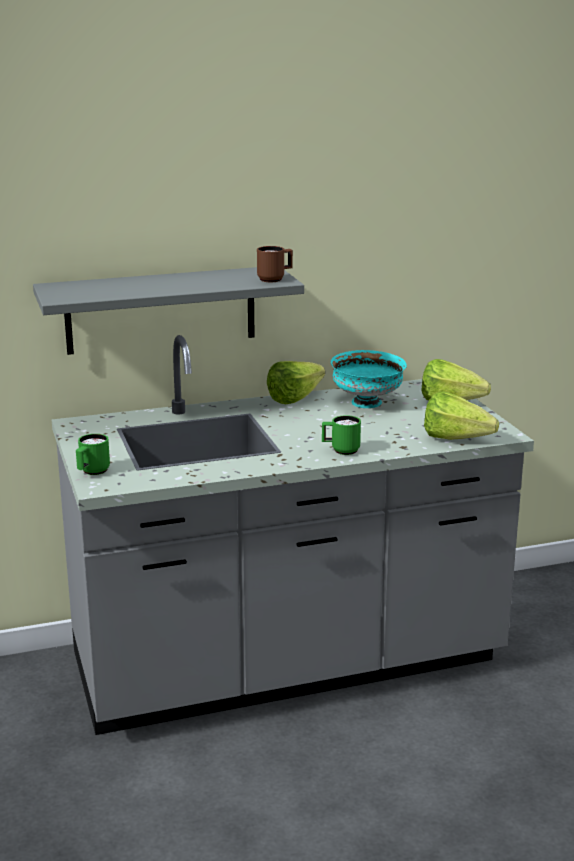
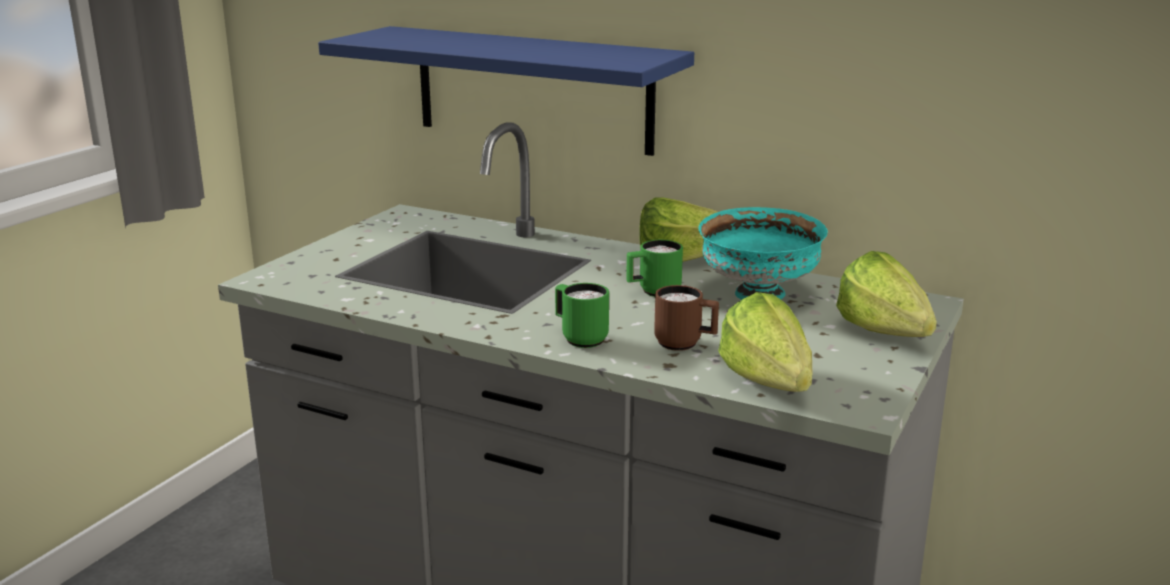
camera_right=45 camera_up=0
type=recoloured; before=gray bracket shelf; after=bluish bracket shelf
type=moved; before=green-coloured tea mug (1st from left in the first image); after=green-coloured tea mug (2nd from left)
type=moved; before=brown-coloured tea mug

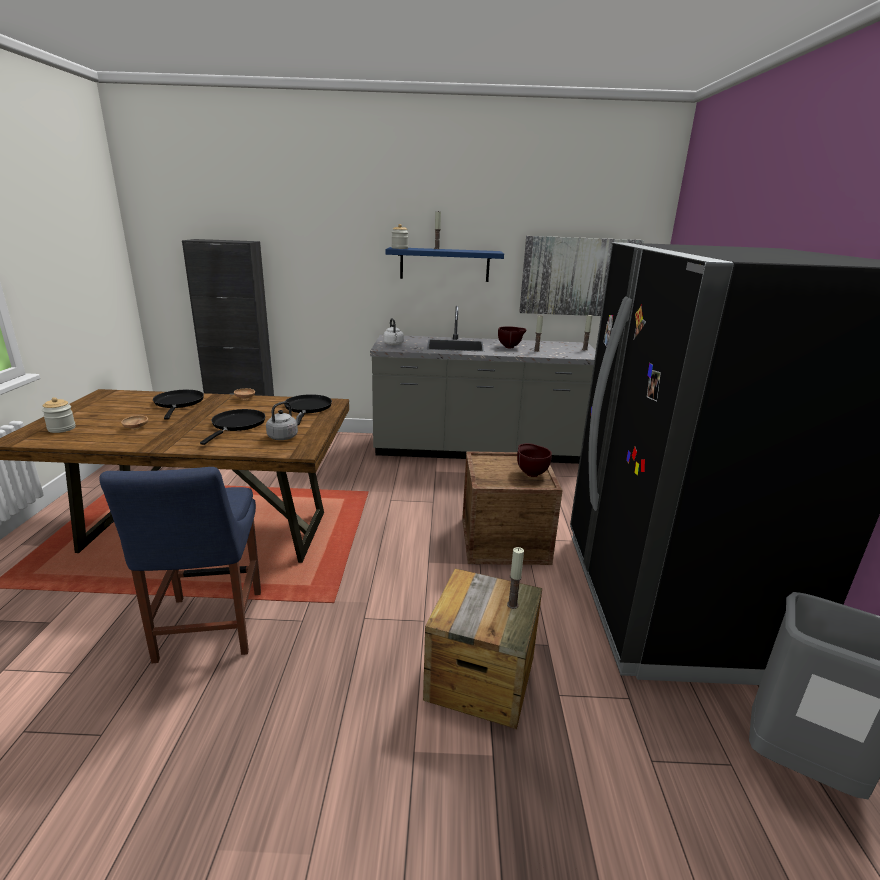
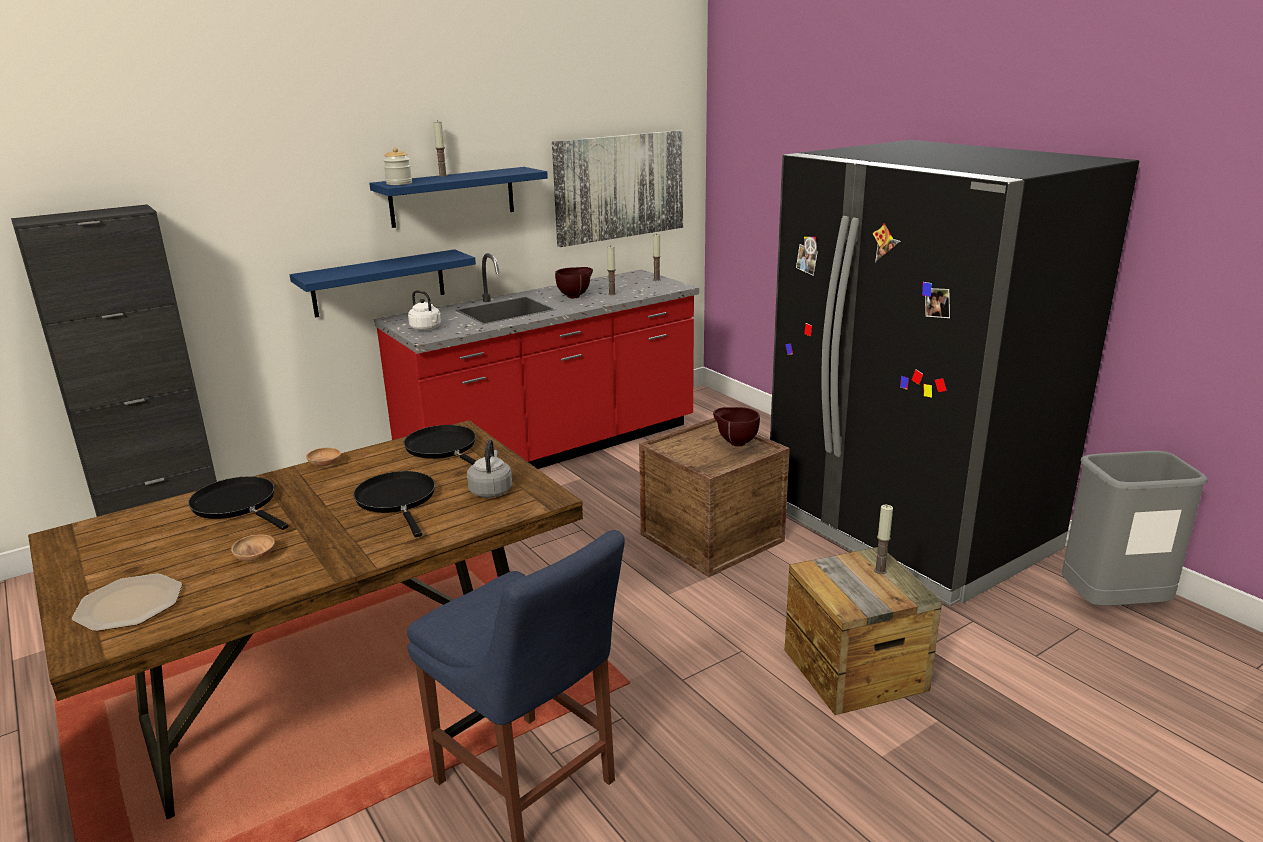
camera_right=-35 camera_up=0
type=replaced; before=storage jar (1st from left); after=plate
type=recoloured; before=gray counter; after=red-coloured counter
type=added; after=bluish bracket shelf (1st from left)

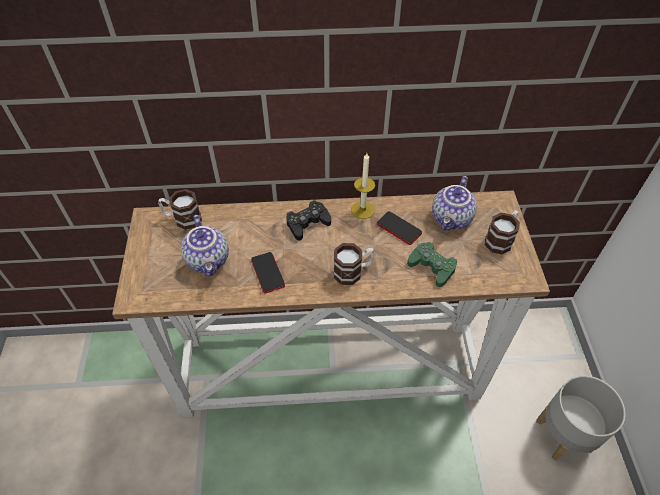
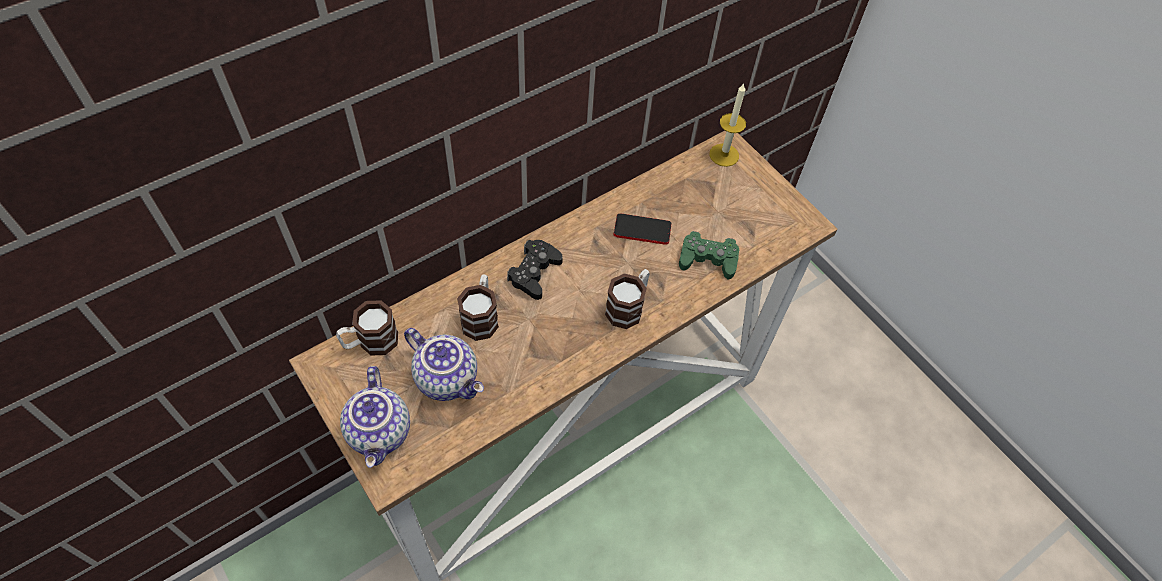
camera_right=-35 camera_up=5
type=removed; before=phone (1st from left)
type=moved; before=candle
type=moved; before=teapot (2nd from left in the first image); after=teapot (1st from left)
type=moved; before=tea mug (3rd from left in the first image); after=tea mug (2nd from left)
type=removed; before=gray plant pot

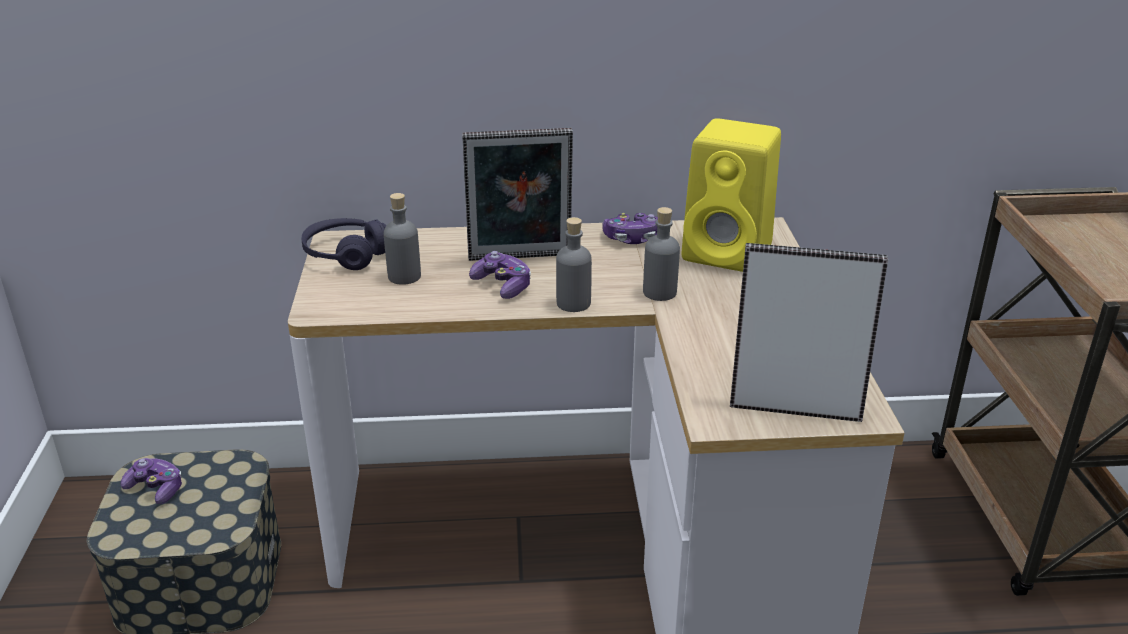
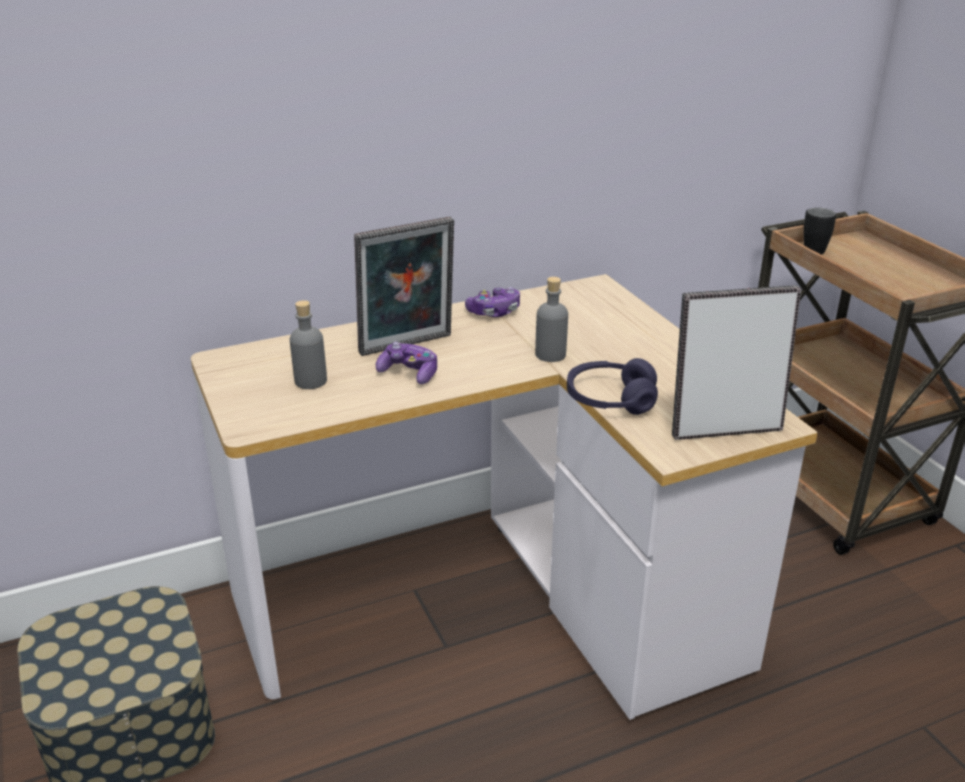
camera_right=-20 camera_up=0
type=removed; before=game controller (1st from left)
type=moved; before=purplish headphones
type=removed; before=gray bottle (2nd from left)
type=removed; before=yellow speaker
type=added; after=black-coloured tea mug

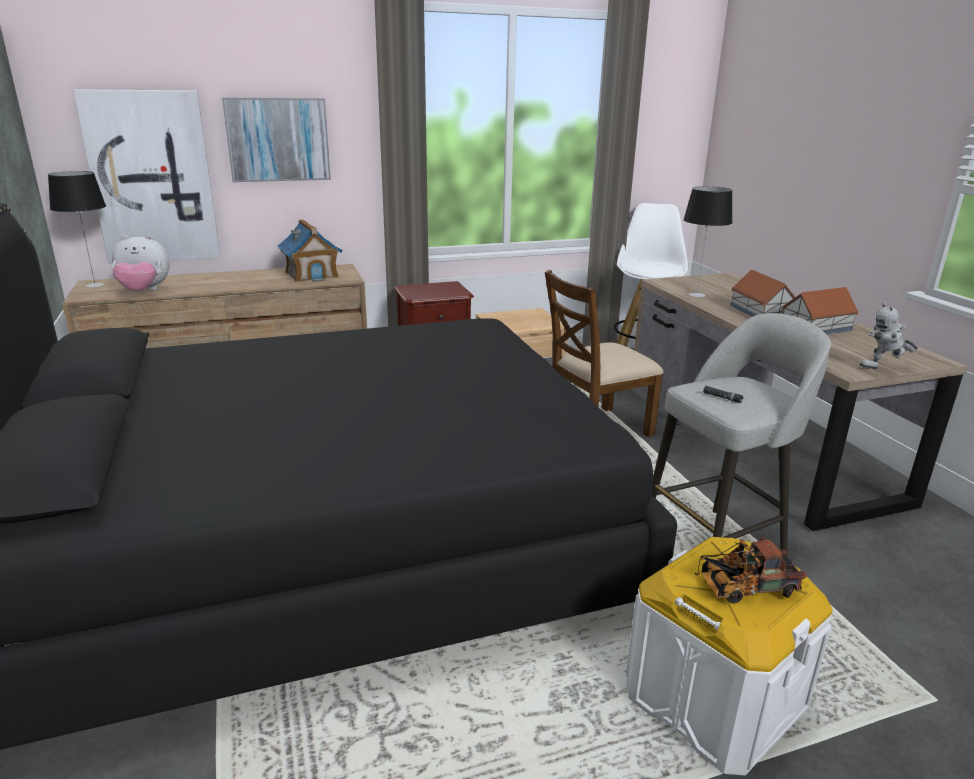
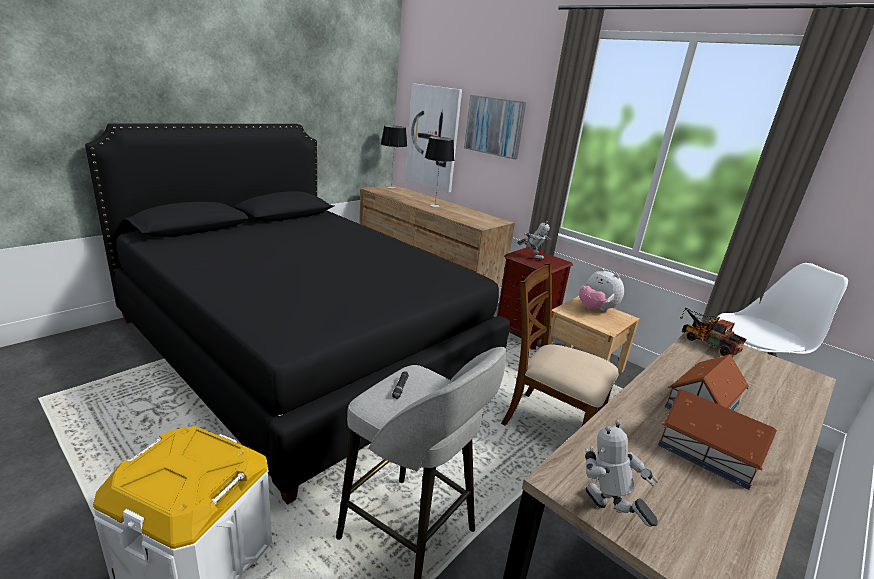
camera_right=60 camera_up=0
type=moved; before=cuddly toy
type=removed; before=miniature house (1st from left)
type=moved; before=lamp for a table (2nd from left)
type=moved; before=model truck
type=added; after=robot figure (1st from left)

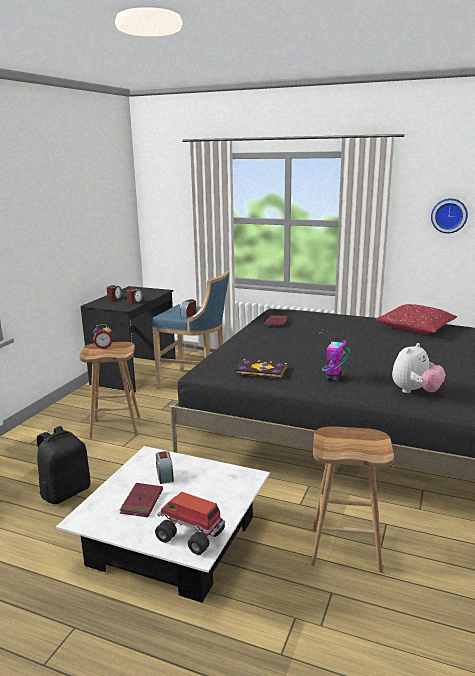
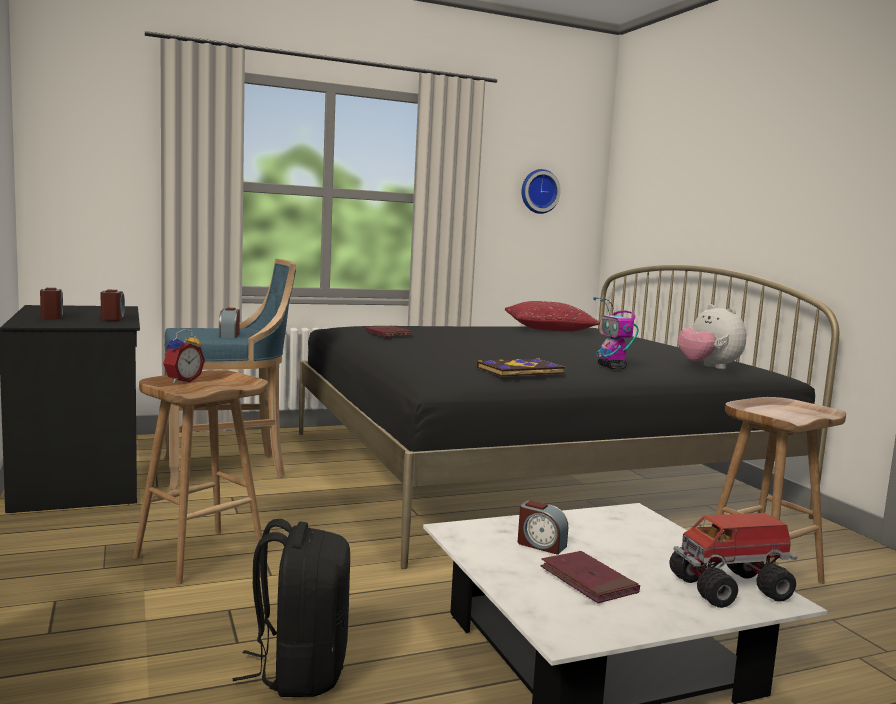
camera_right=-45 camera_up=-10
type=turned; before=cuddly toy; turn=150

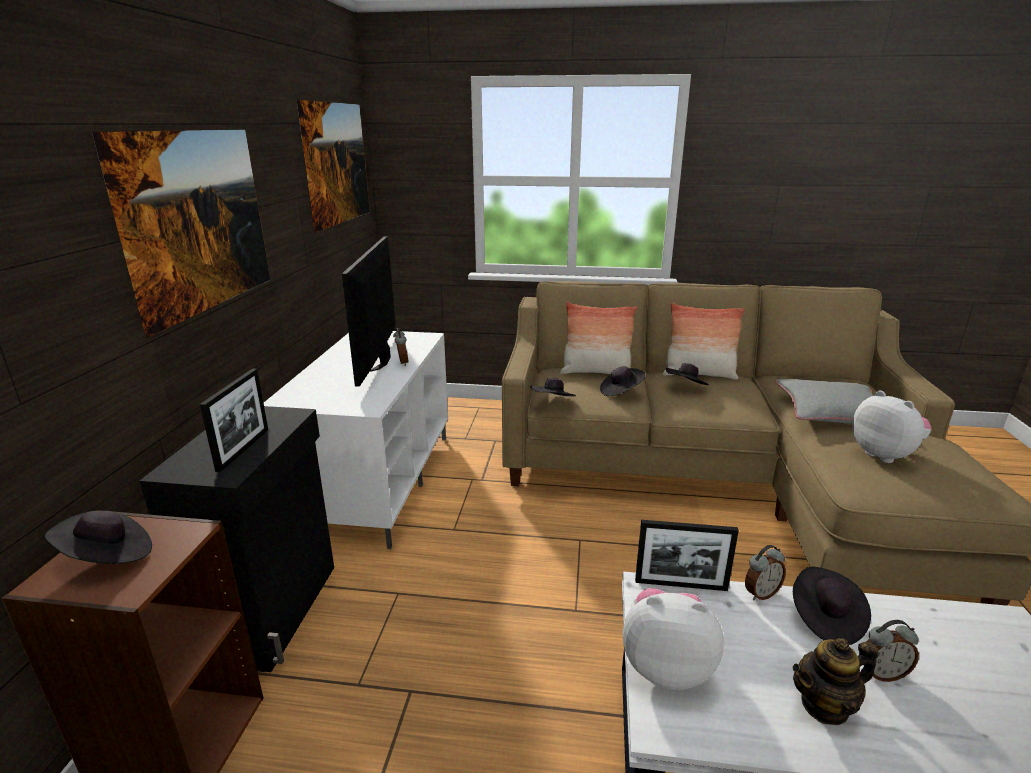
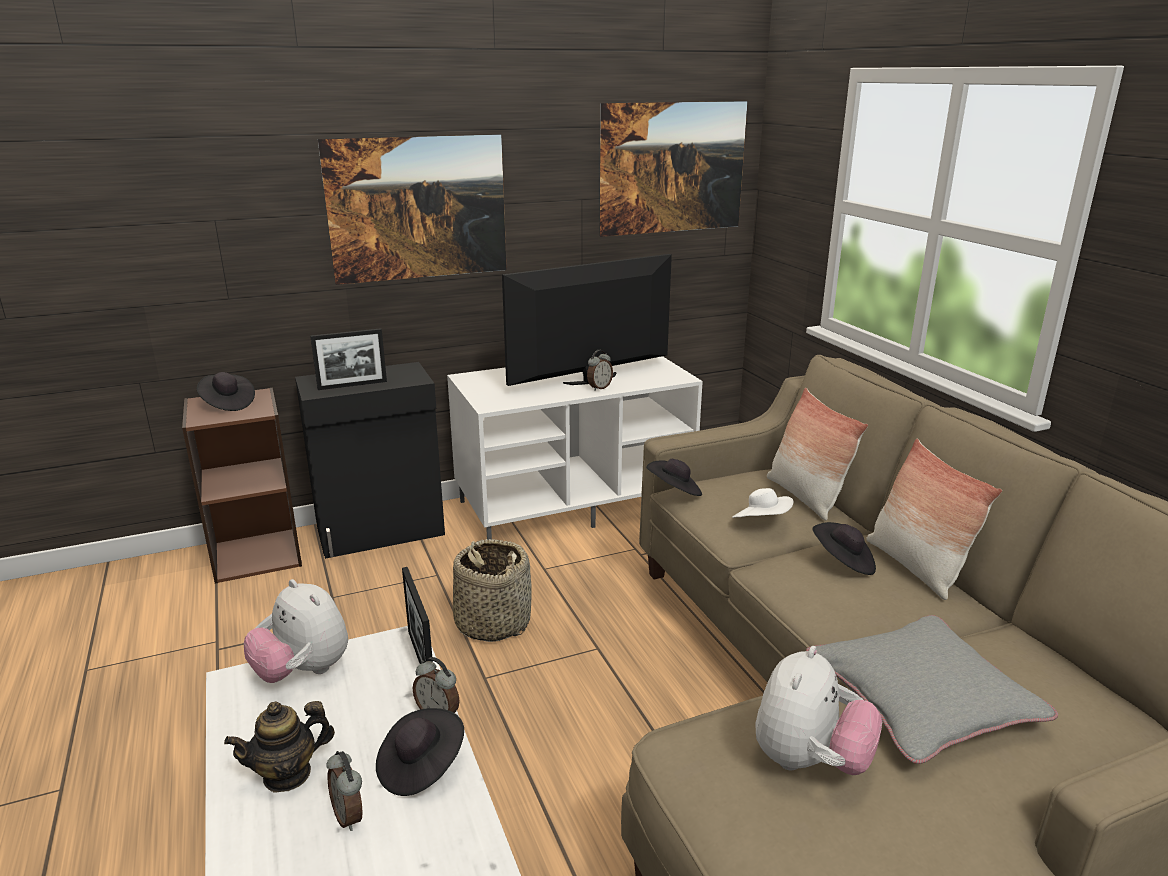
camera_right=60 camera_up=0
type=recoloured; before=black-coloured clothing hat (3rd from left); after=white clothing hat
type=turned; before=cuddly toy (1st from left); turn=150
type=turned; before=teapot; turn=-75
type=added; after=storage basket

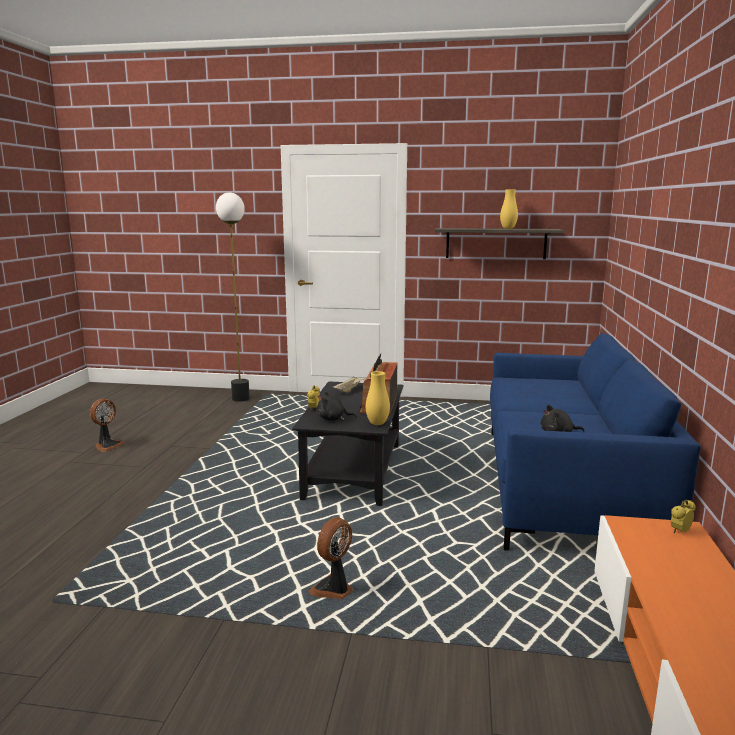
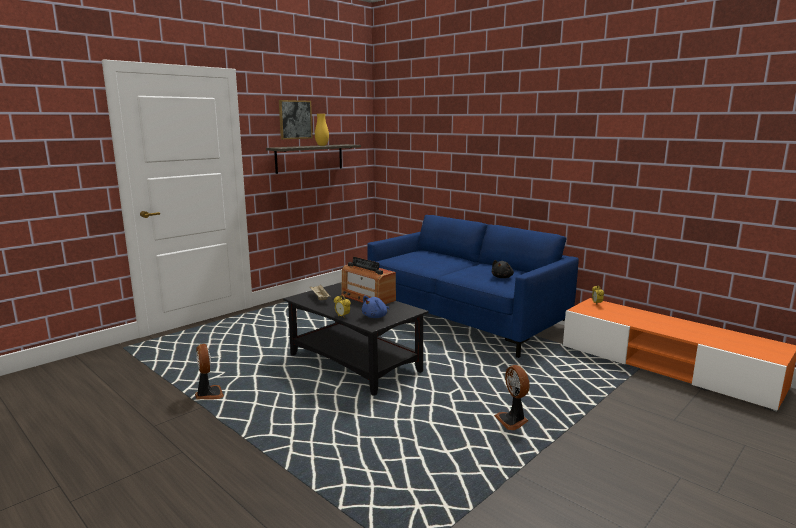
camera_right=-55 camera_up=0
type=moved; before=electric fan (1st from left)
type=removed; before=standard lamp
type=recoloured; before=black-coloured cuddly toy (1st from left); after=bluish cuddly toy
type=removed; before=yellow decorative vase (1st from left)
type=added; after=wall art

